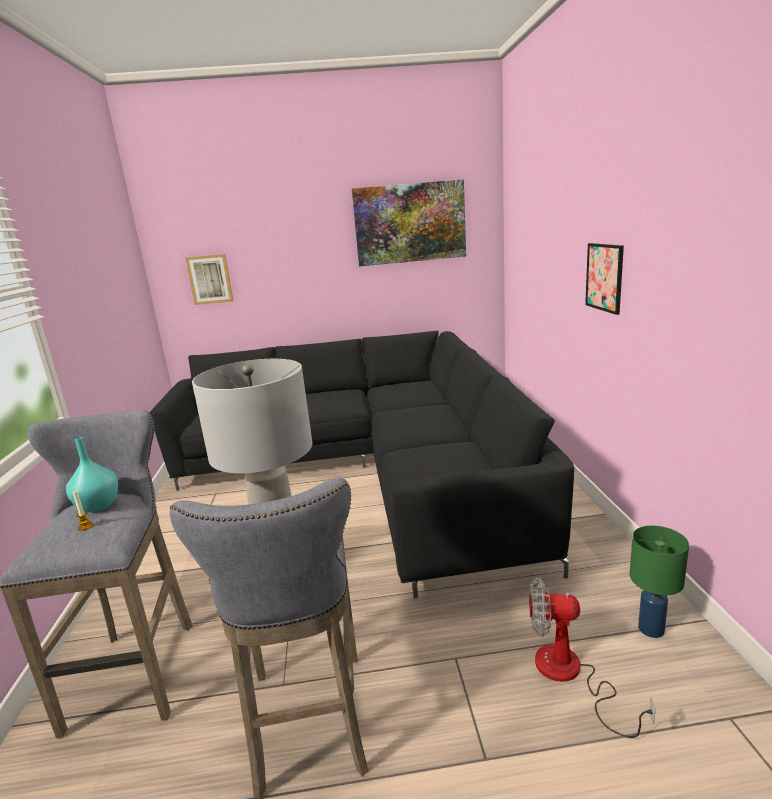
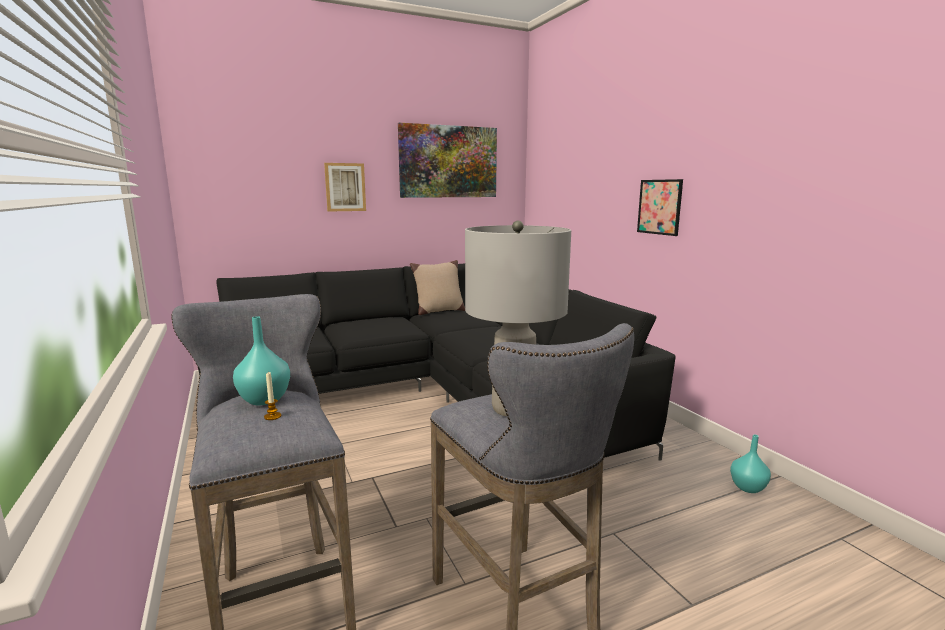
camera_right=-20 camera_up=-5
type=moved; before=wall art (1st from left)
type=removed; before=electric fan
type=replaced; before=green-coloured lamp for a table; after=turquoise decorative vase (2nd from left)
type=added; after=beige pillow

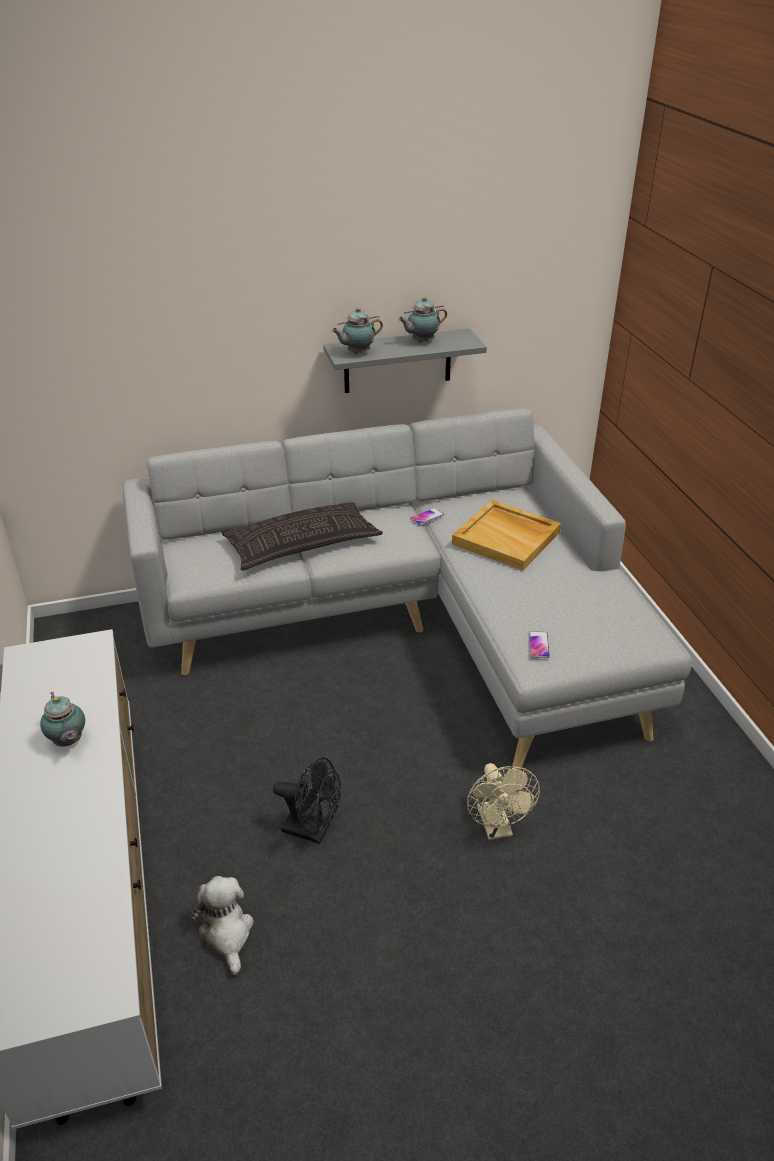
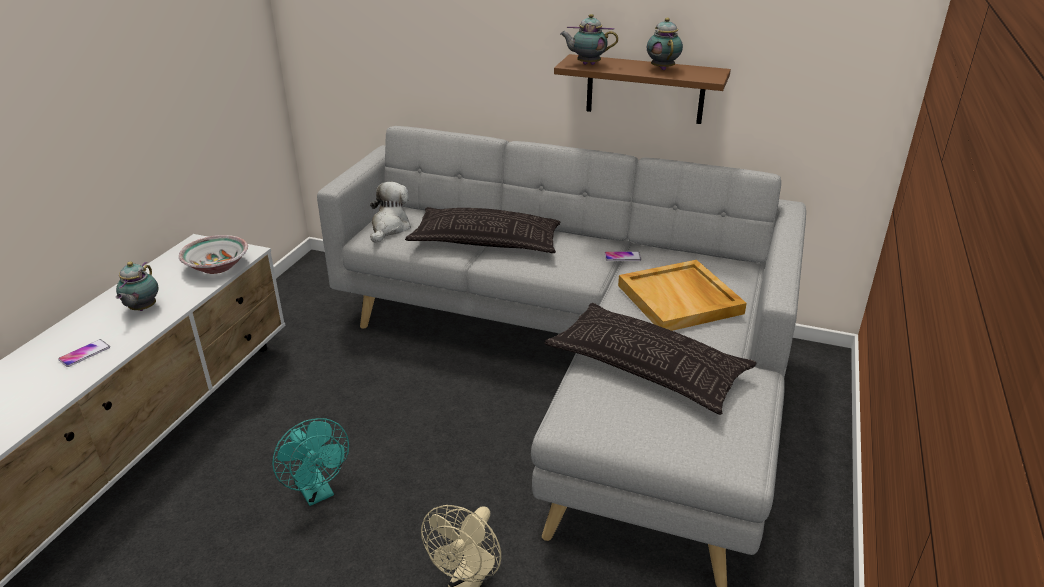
camera_right=35 camera_up=-5
type=moved; before=cuddly toy
type=recoloured; before=black-coloured electric fan; after=turquoise electric fan
type=recoloured; before=gray bracket shelf; after=brown-coloured bracket shelf
type=turned; before=teapot (3rd from left); turn=75
type=moved; before=phone (2nd from left in the first image); after=phone (1st from left)
type=added; after=serving bowl
type=added; after=pillow (2nd from left)

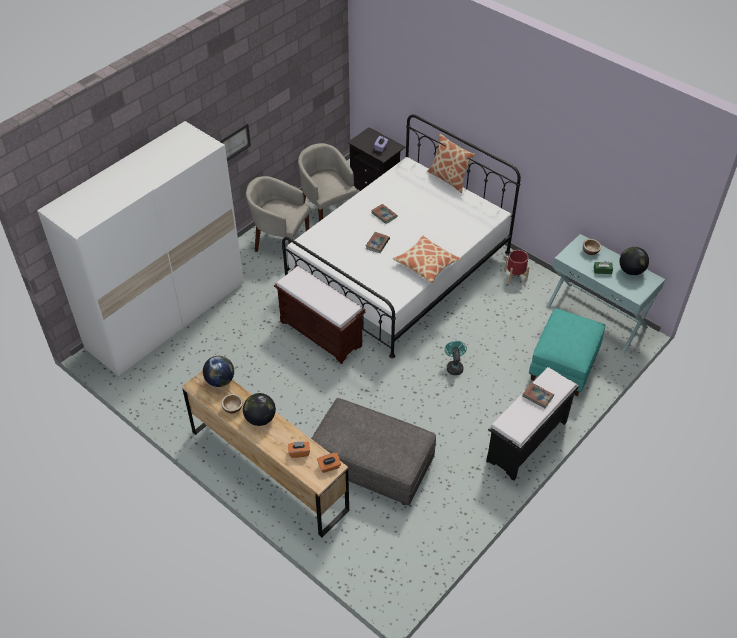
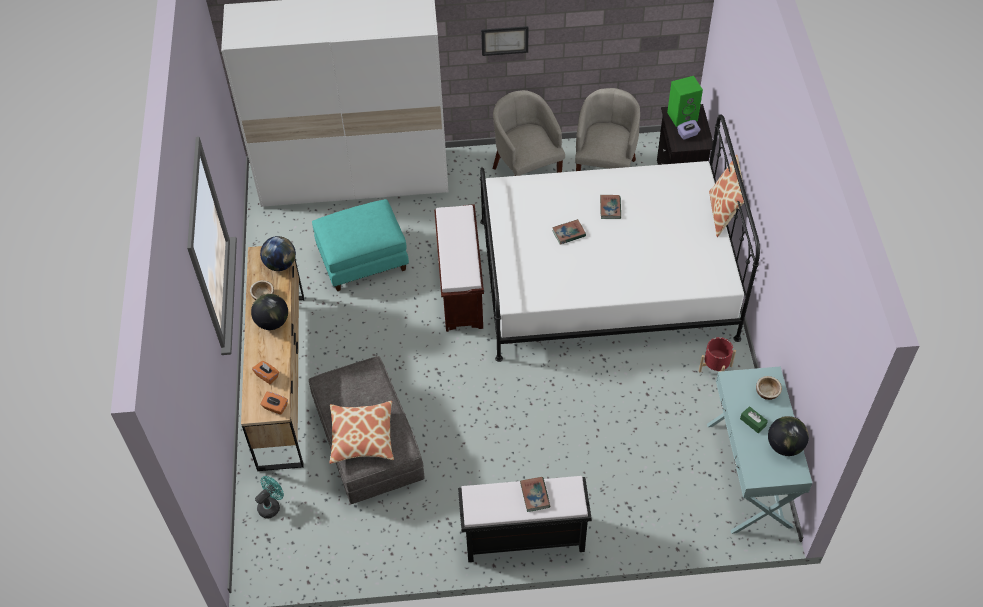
camera_right=45 camera_up=5
type=moved; before=pillow (1st from left)
type=moved; before=turquoise electric fan
type=moved; before=turquoise ottoman
type=added; after=green-coloured speaker

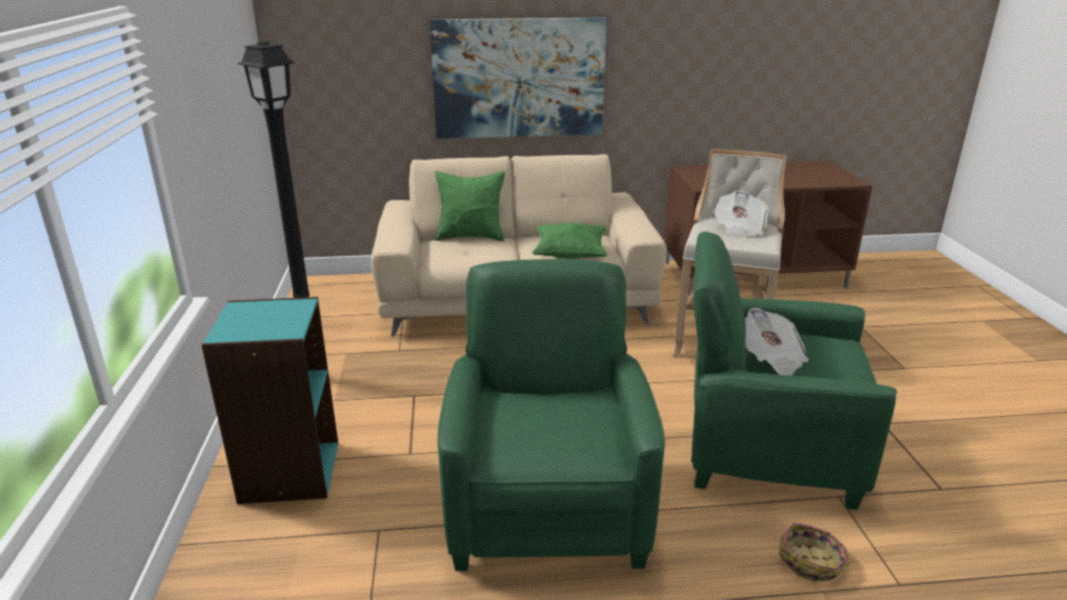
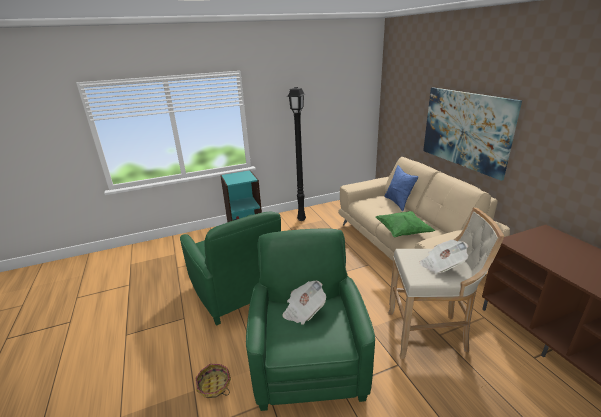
camera_right=75 camera_up=0
type=recoloured; before=green-coloured pillow (1st from left); after=bluish pillow
type=turned; before=green-coloured armchair (1st from left); turn=75

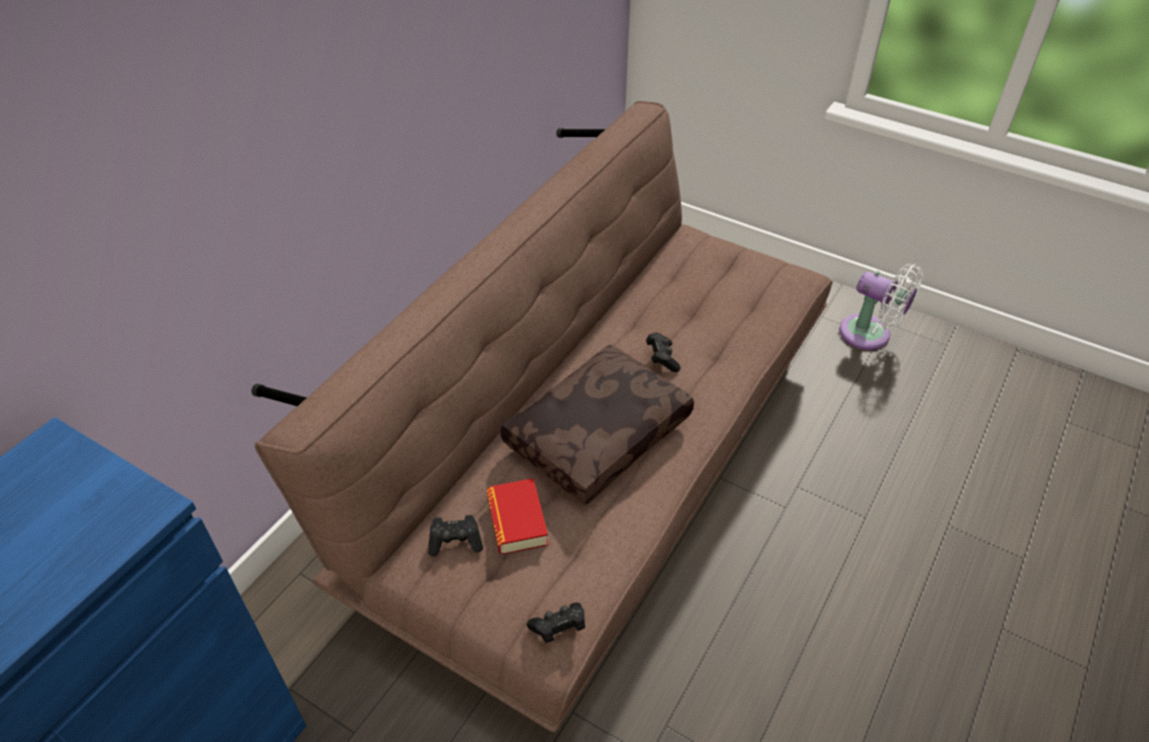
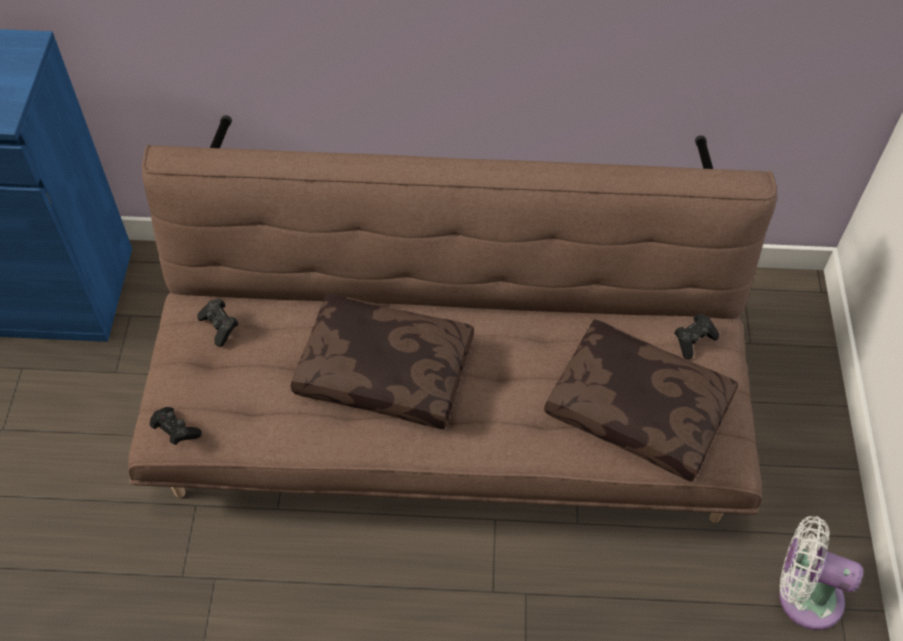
camera_right=60 camera_up=10
type=removed; before=bound book
type=moved; before=black-coloured game controller (3rd from left)
type=turned; before=white electric fan; turn=105
type=added; after=brown-coloured pillow (2nd from left)

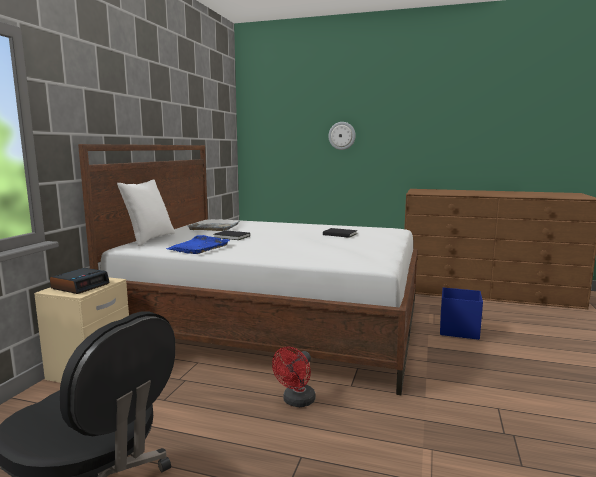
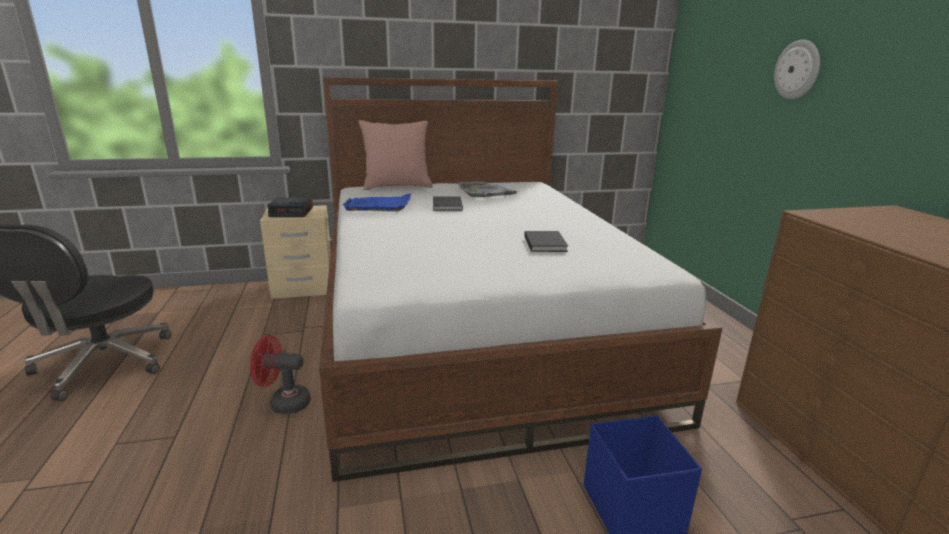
camera_right=60 camera_up=10
type=recoloured; before=white pillow; after=pinkish pillow

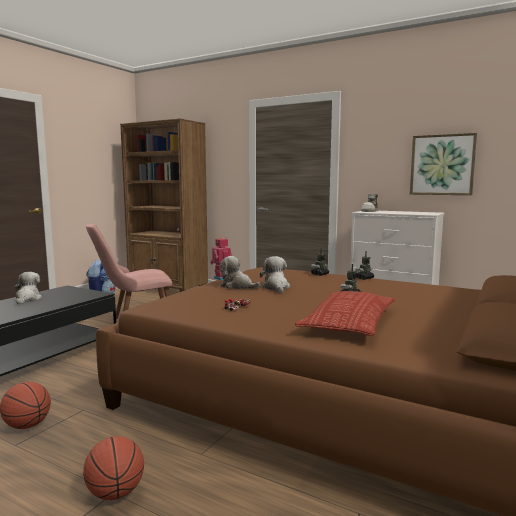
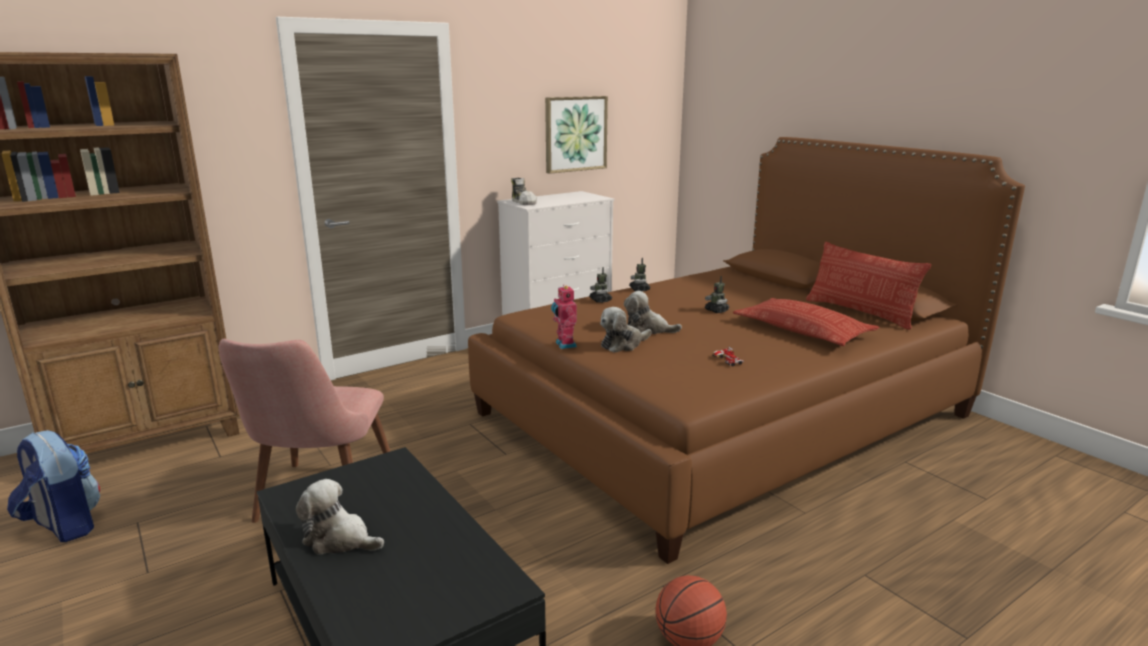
camera_right=-65 camera_up=10
type=removed; before=basketball (2nd from left)
type=added; after=pillow (2nd from left)

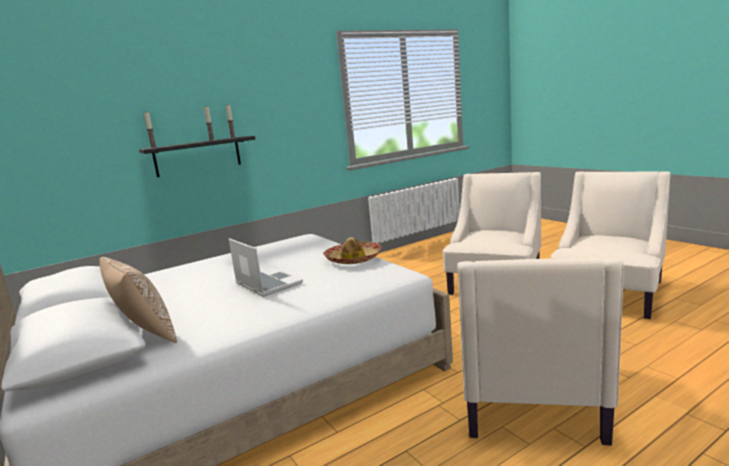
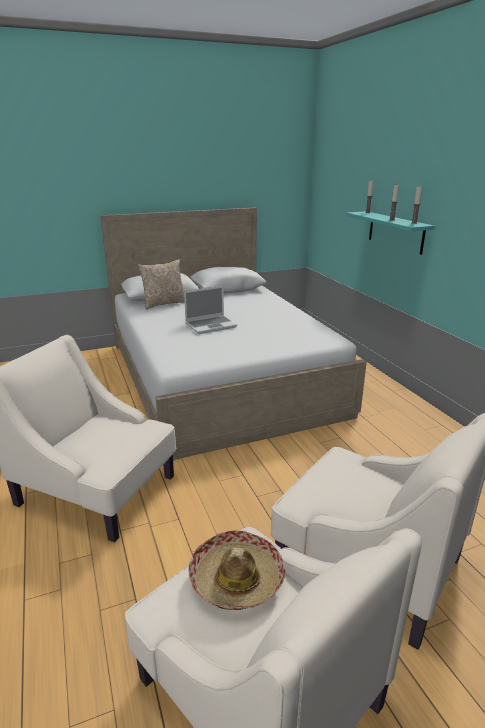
camera_right=100 camera_up=10
type=recoloured; before=black-coloured bracket shelf; after=turquoise bracket shelf
type=moved; before=clothing hat

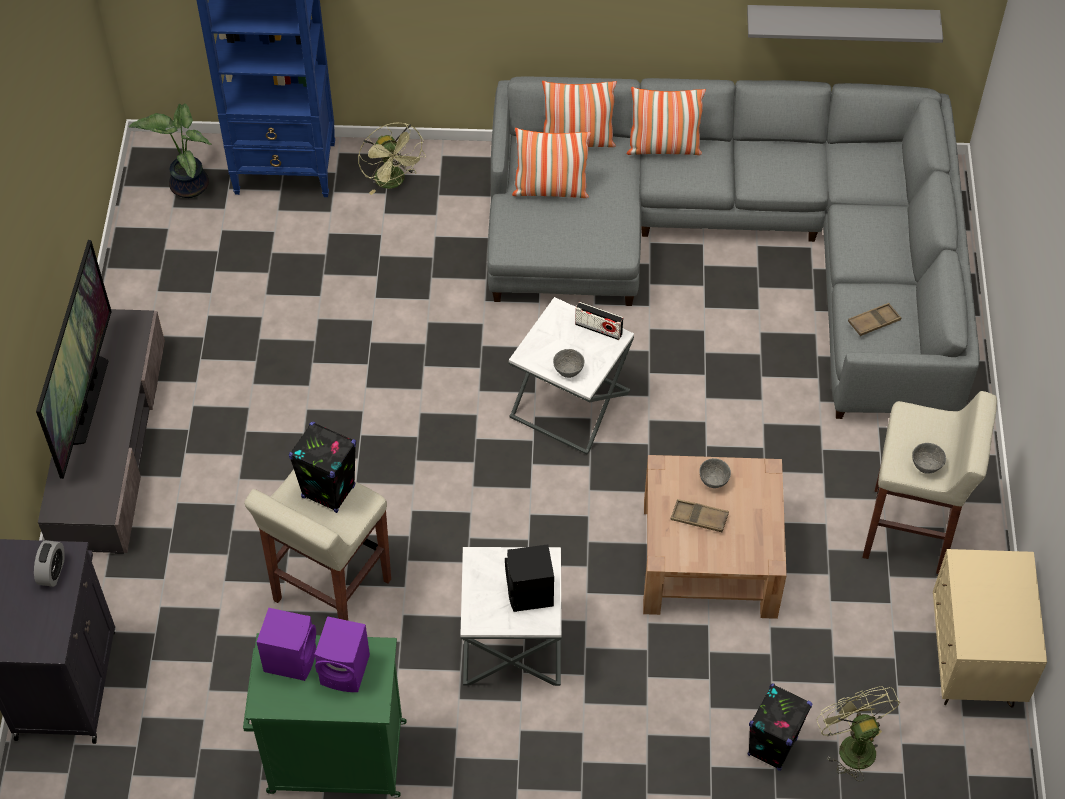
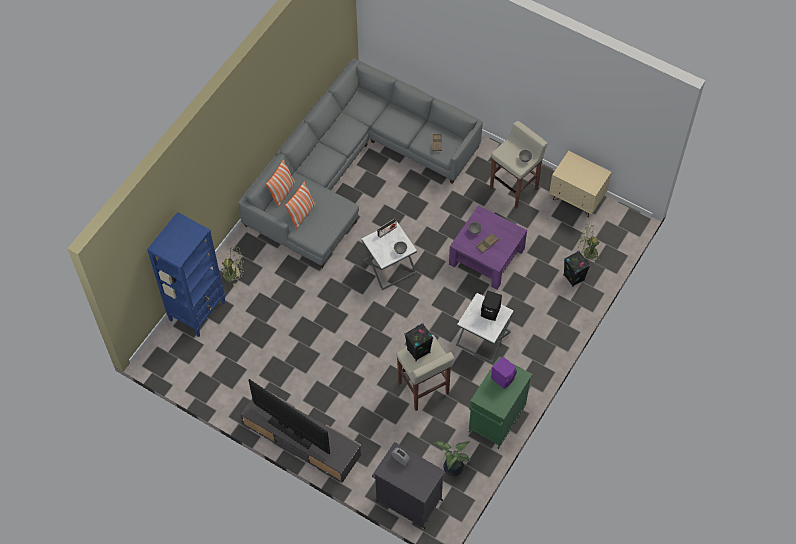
camera_right=-60 camera_up=5
type=moved; before=plant in a pot
type=removed; before=purplish speaker (1st from left)
type=removed; before=pillow (3rd from left)
type=recoloured; before=brown-coloured low table; after=purplish low table
type=removed; before=gray bracket shelf

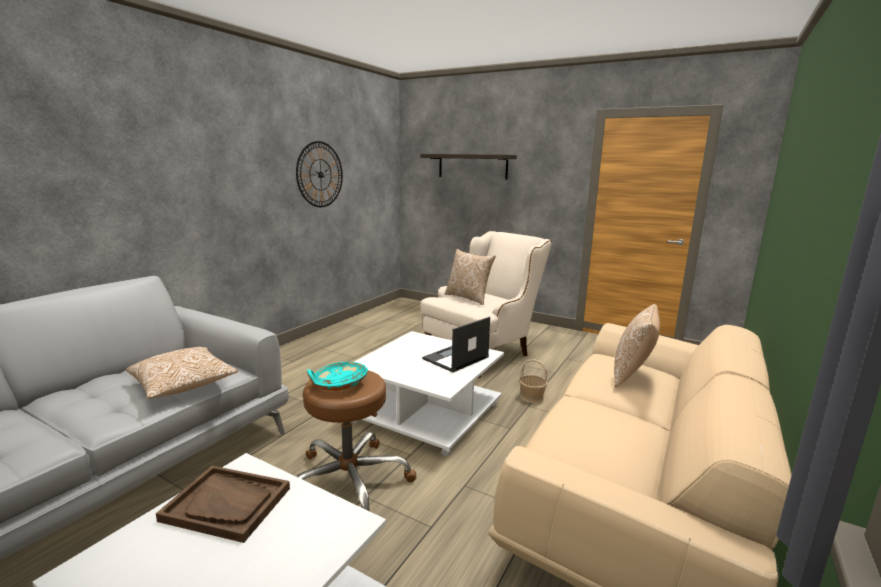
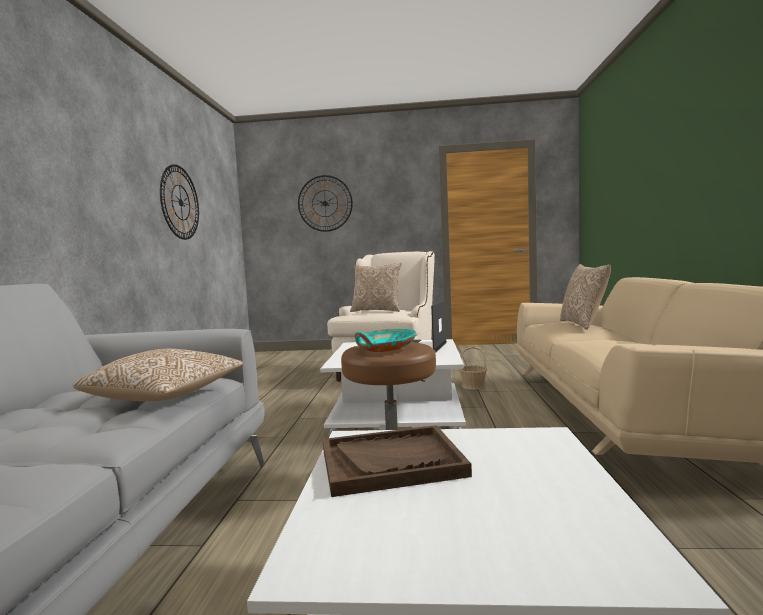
camera_right=-25 camera_up=-10
type=replaced; before=bracket shelf; after=wall clock (2nd from left)

